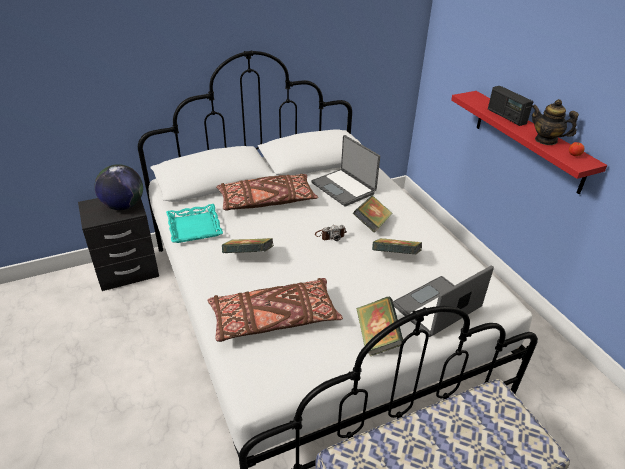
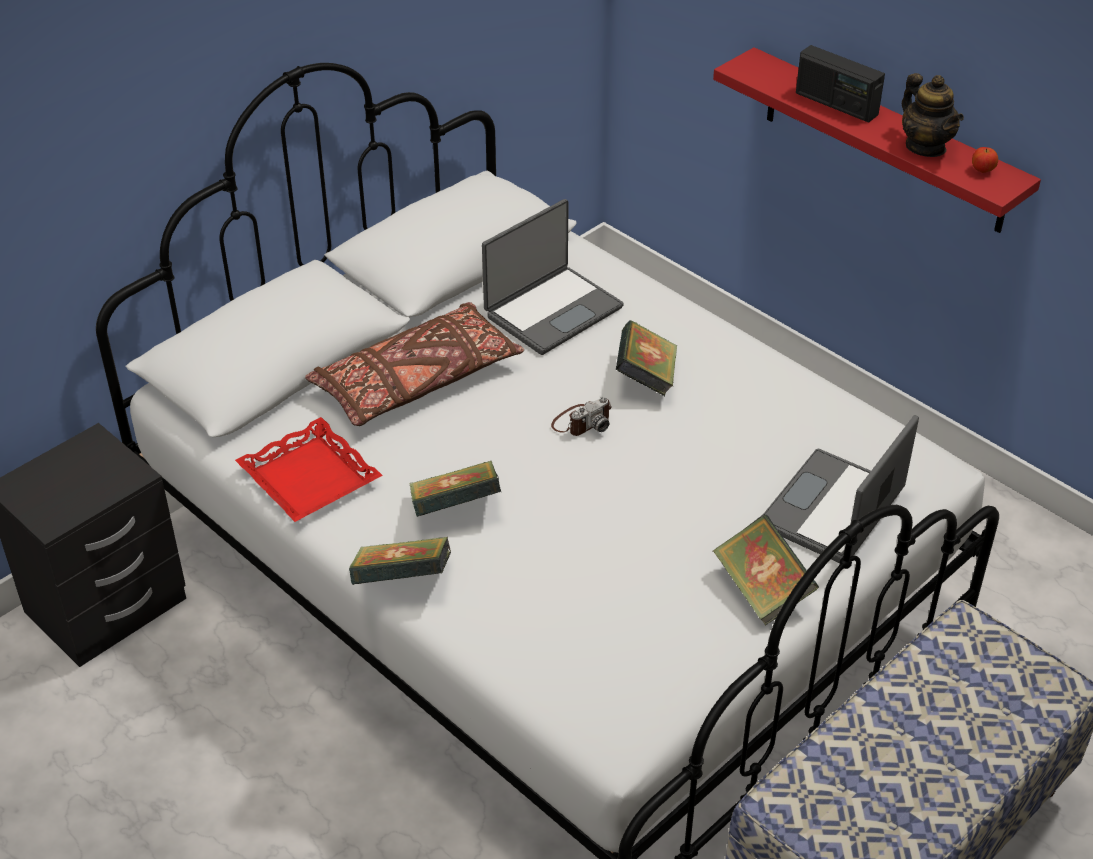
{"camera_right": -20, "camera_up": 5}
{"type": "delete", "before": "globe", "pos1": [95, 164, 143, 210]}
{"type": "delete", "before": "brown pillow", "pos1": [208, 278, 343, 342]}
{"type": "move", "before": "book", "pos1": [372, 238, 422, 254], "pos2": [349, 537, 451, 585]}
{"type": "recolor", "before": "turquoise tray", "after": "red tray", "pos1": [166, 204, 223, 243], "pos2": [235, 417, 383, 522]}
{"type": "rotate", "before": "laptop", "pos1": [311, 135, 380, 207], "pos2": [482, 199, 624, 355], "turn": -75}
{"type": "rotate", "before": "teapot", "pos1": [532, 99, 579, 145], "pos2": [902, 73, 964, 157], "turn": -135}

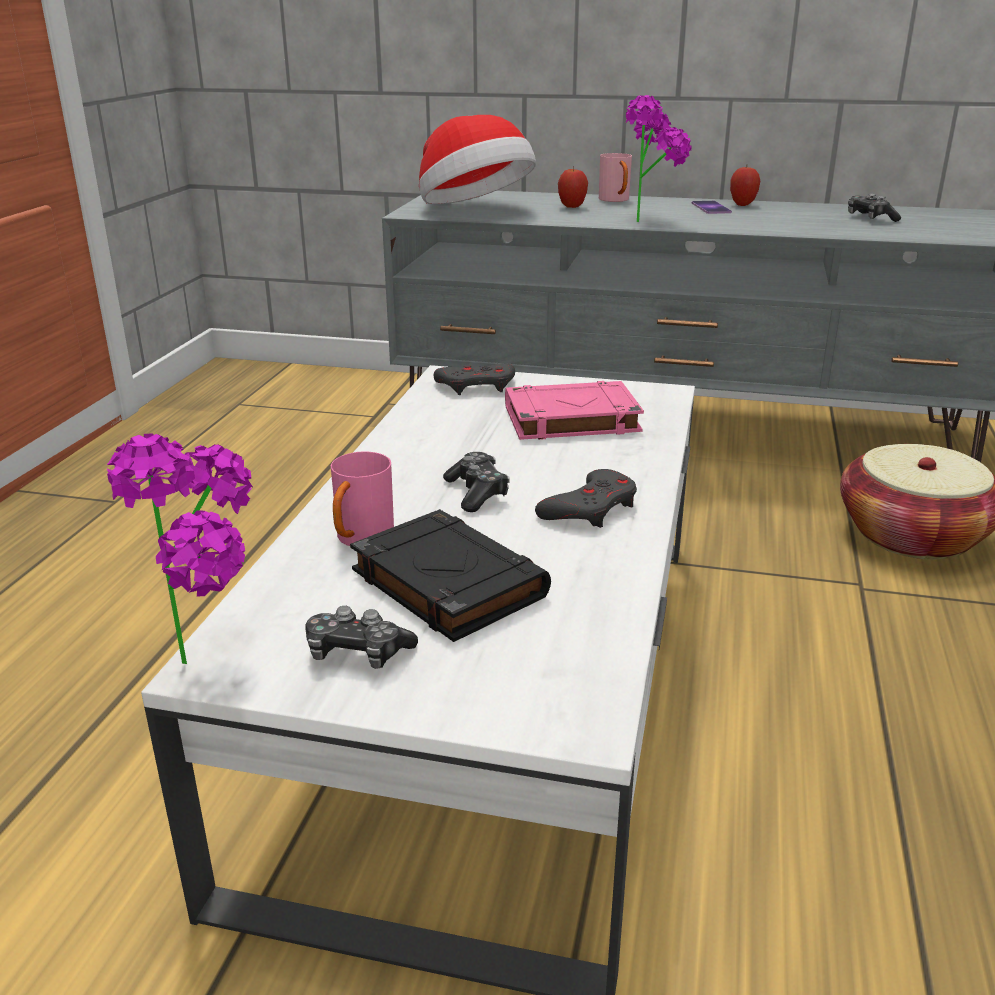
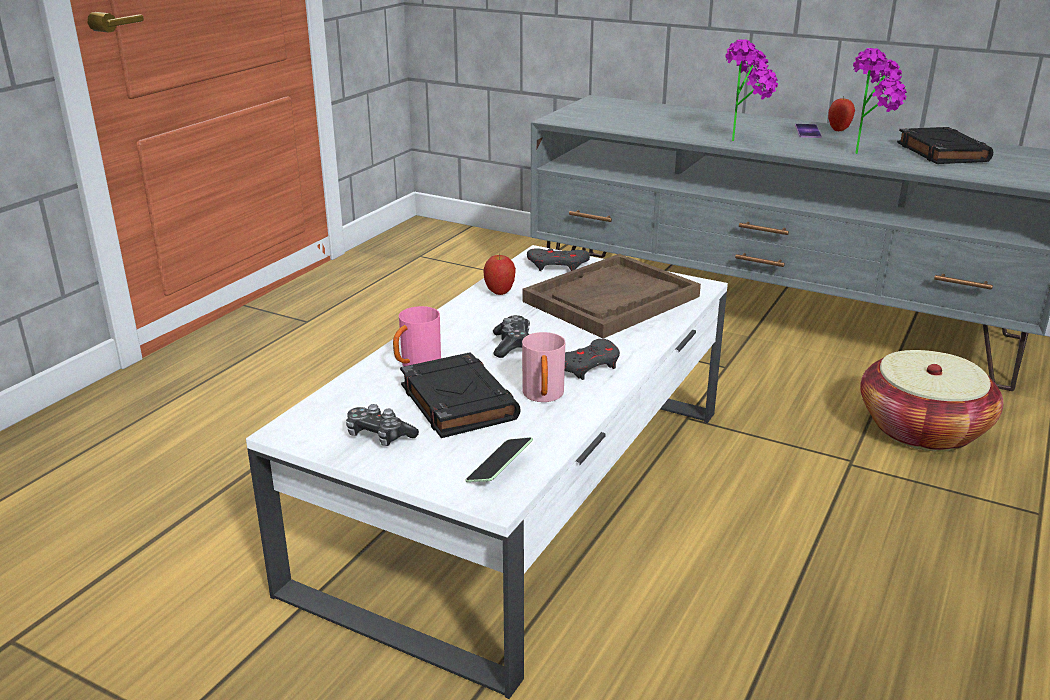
{"camera_right": 15, "camera_up": 0}
{"type": "delete", "before": "hat", "pos1": [419, 115, 536, 204]}
{"type": "insert", "after": "phone", "pos2": [466, 437, 533, 483]}
{"type": "move", "before": "potted plant", "pos1": [107, 433, 253, 664], "pos2": [853, 48, 907, 154]}
{"type": "move", "before": "apple", "pos1": [558, 166, 588, 208], "pos2": [483, 253, 516, 295]}
{"type": "move", "before": "pink mug", "pos1": [599, 153, 632, 202], "pos2": [522, 332, 565, 402]}
{"type": "replace", "before": "pink book", "after": "brown tray", "pos1": [505, 381, 644, 440], "pos2": [523, 254, 701, 339]}
{"type": "replace", "before": "game controller", "after": "black book", "pos1": [848, 194, 901, 222], "pos2": [897, 127, 993, 164]}

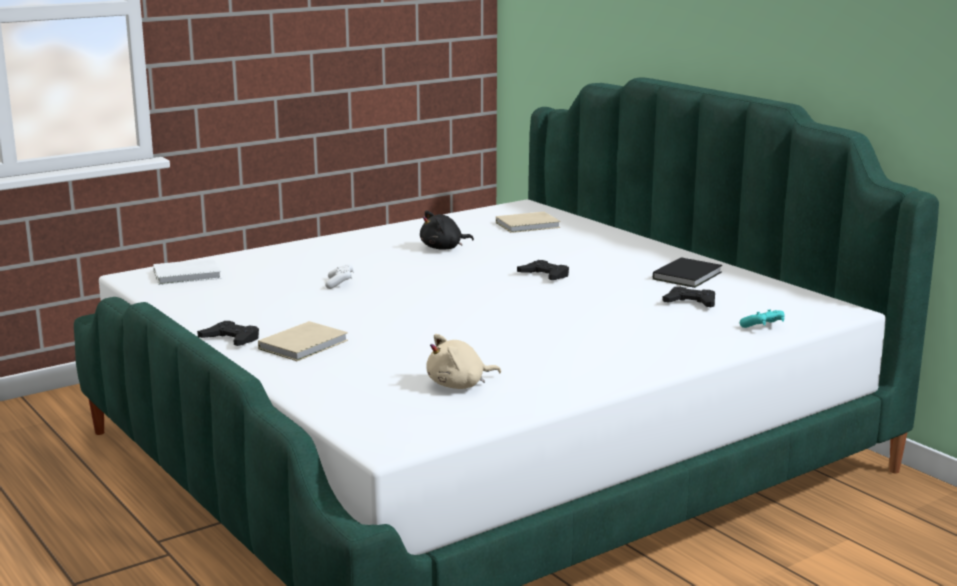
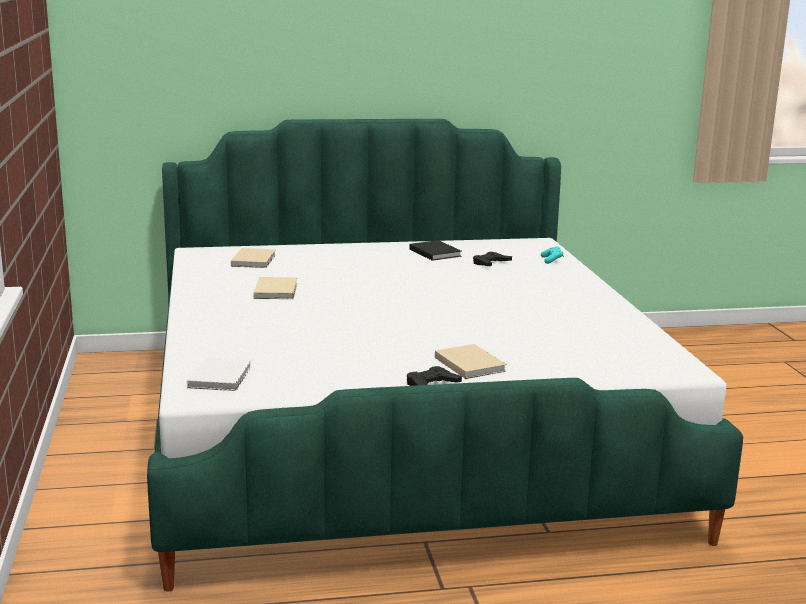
{"camera_right": -65, "camera_up": 0}
{"type": "delete", "before": "white game controller", "pos1": [325, 264, 354, 289]}
{"type": "delete", "before": "beige plush toy", "pos1": [427, 334, 501, 389]}
{"type": "delete", "before": "black game controller", "pos1": [517, 260, 569, 280]}
{"type": "replace", "before": "black plush toy", "after": "beige book", "pos1": [420, 210, 474, 250], "pos2": [254, 277, 297, 299]}

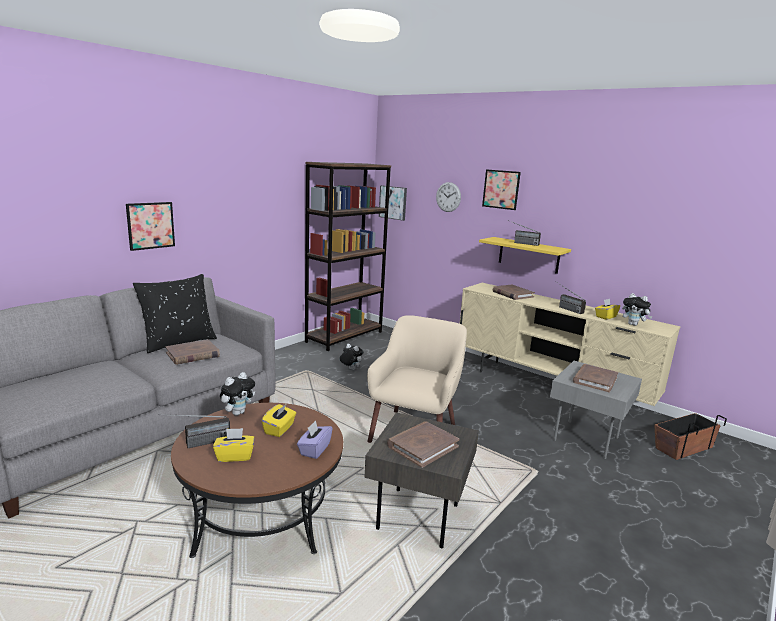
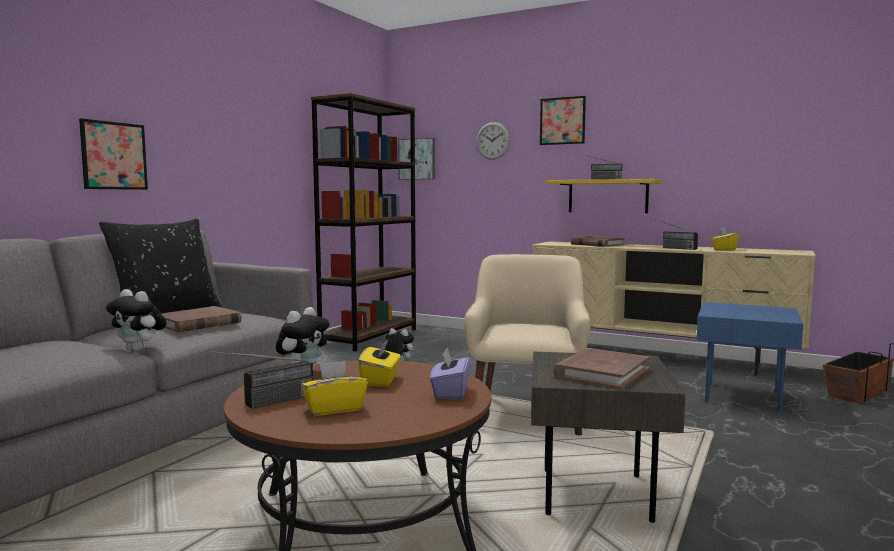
{"camera_right": -10, "camera_up": -10}
{"type": "delete", "before": "brown book", "pos1": [573, 364, 618, 393]}
{"type": "move", "before": "plush toy", "pos1": [622, 293, 653, 326], "pos2": [106, 289, 167, 352]}
{"type": "recolor", "before": "grey side table", "after": "blue side table", "pos1": [550, 361, 642, 459], "pos2": [696, 302, 803, 412]}

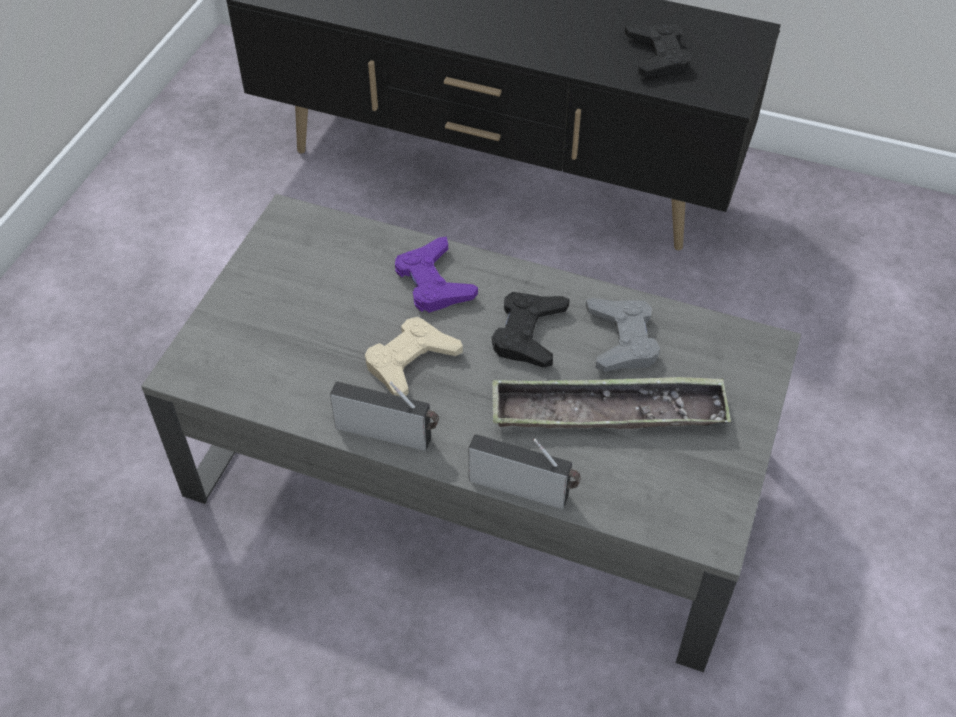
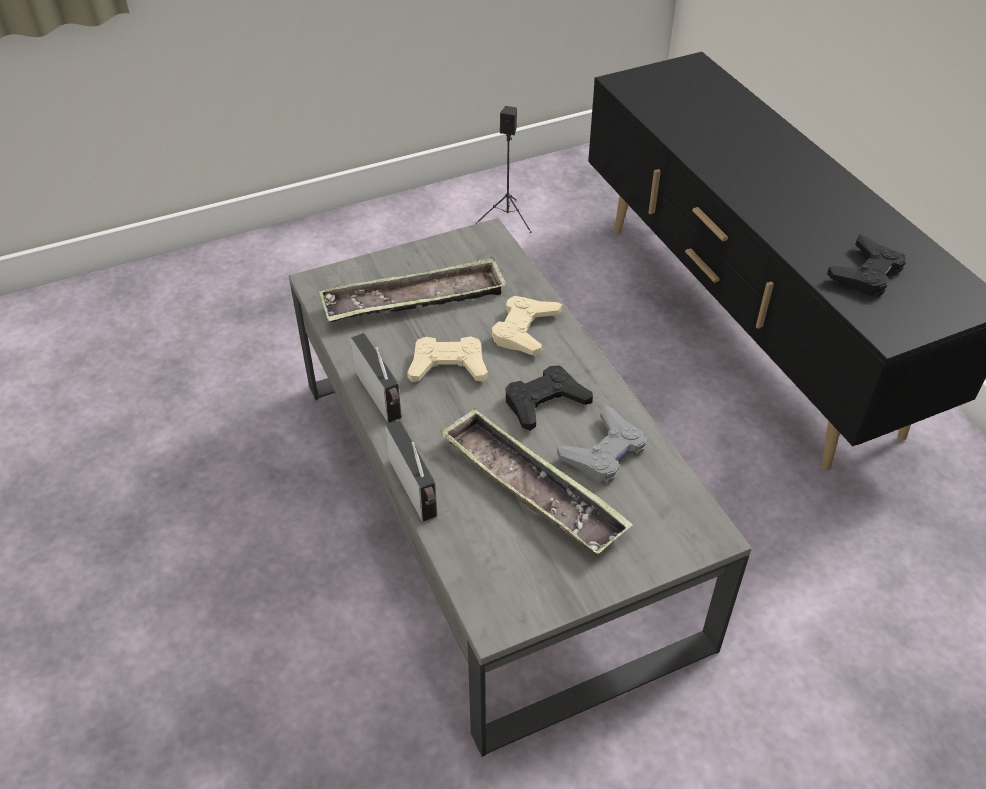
{"camera_right": 45, "camera_up": -5}
{"type": "insert", "after": "tray", "pos2": [319, 257, 507, 322]}
{"type": "insert", "after": "black speaker", "pos2": [475, 106, 532, 233]}
{"type": "recolor", "before": "purple game controller", "after": "beige game controller", "pos1": [395, 237, 478, 313], "pos2": [492, 296, 562, 355]}

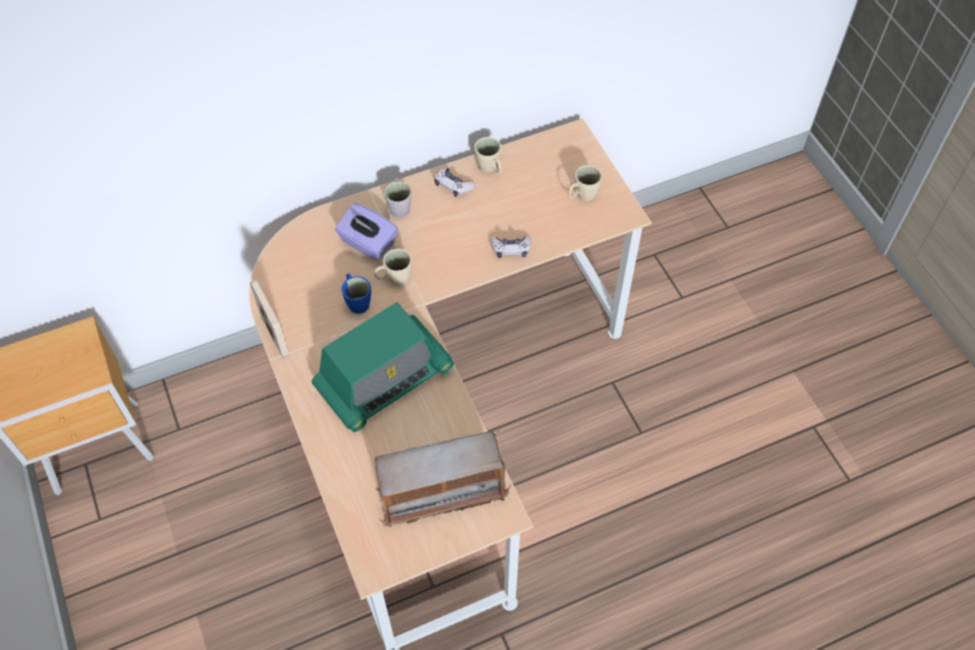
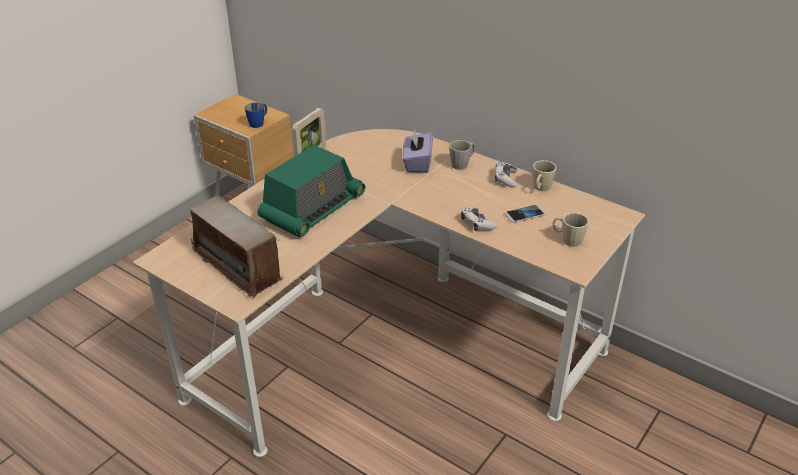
{"camera_right": 60, "camera_up": -20}
{"type": "delete", "before": "beige mug", "pos1": [374, 249, 412, 286]}
{"type": "insert", "after": "phone", "pos2": [505, 204, 545, 223]}
{"type": "move", "before": "blue mug", "pos1": [341, 274, 371, 314], "pos2": [245, 103, 267, 128]}
{"type": "rotate", "before": "radio", "pos1": [312, 302, 454, 432], "pos2": [258, 145, 365, 237], "turn": -75}

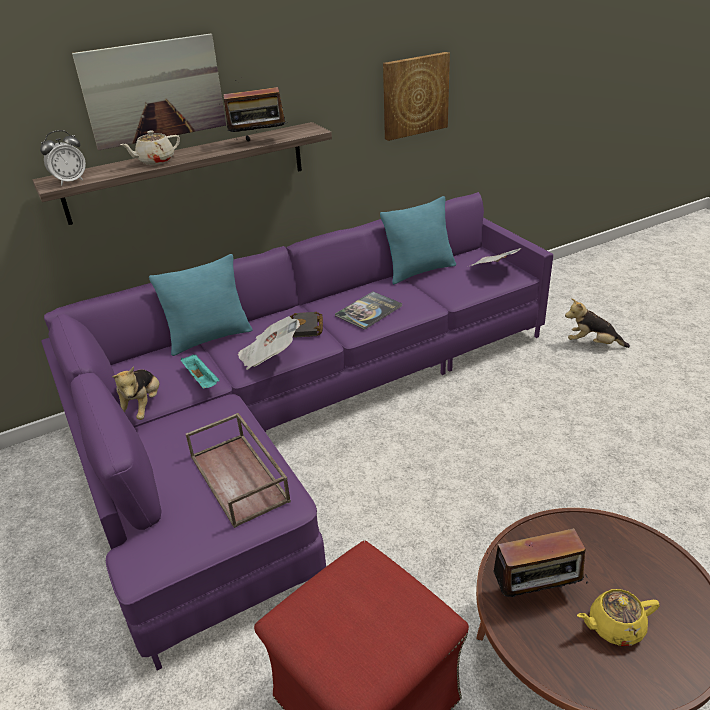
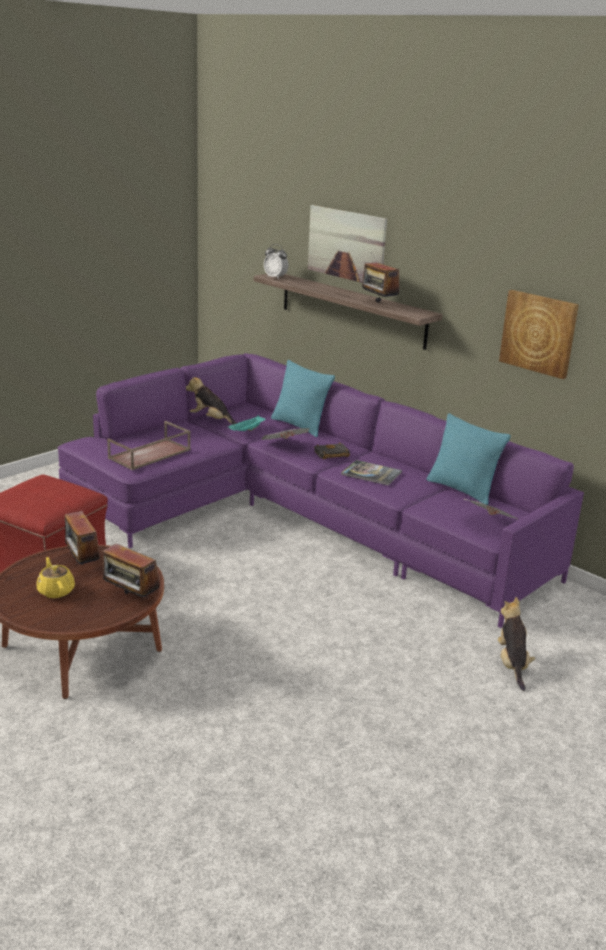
{"camera_right": 70, "camera_up": -10}
{"type": "delete", "before": "beige teapot", "pos1": [120, 131, 180, 165]}
{"type": "insert", "after": "radio", "pos2": [103, 544, 160, 599]}
{"type": "rotate", "before": "plush toy", "pos1": [112, 366, 159, 420], "pos2": [186, 377, 237, 424], "turn": 45}

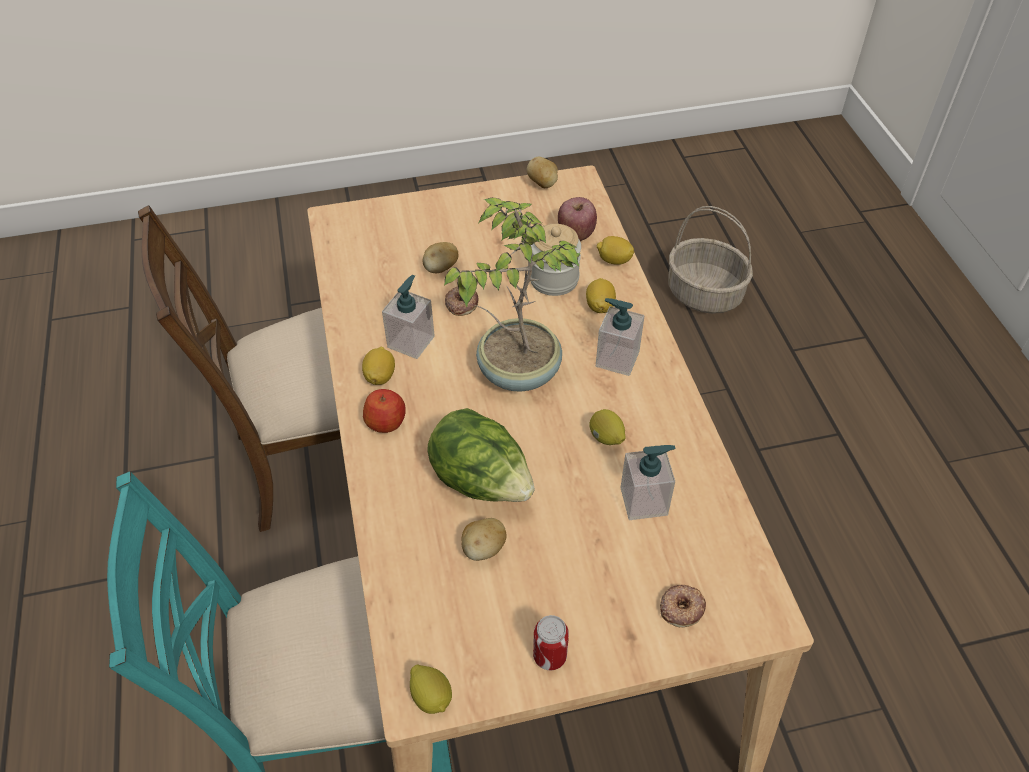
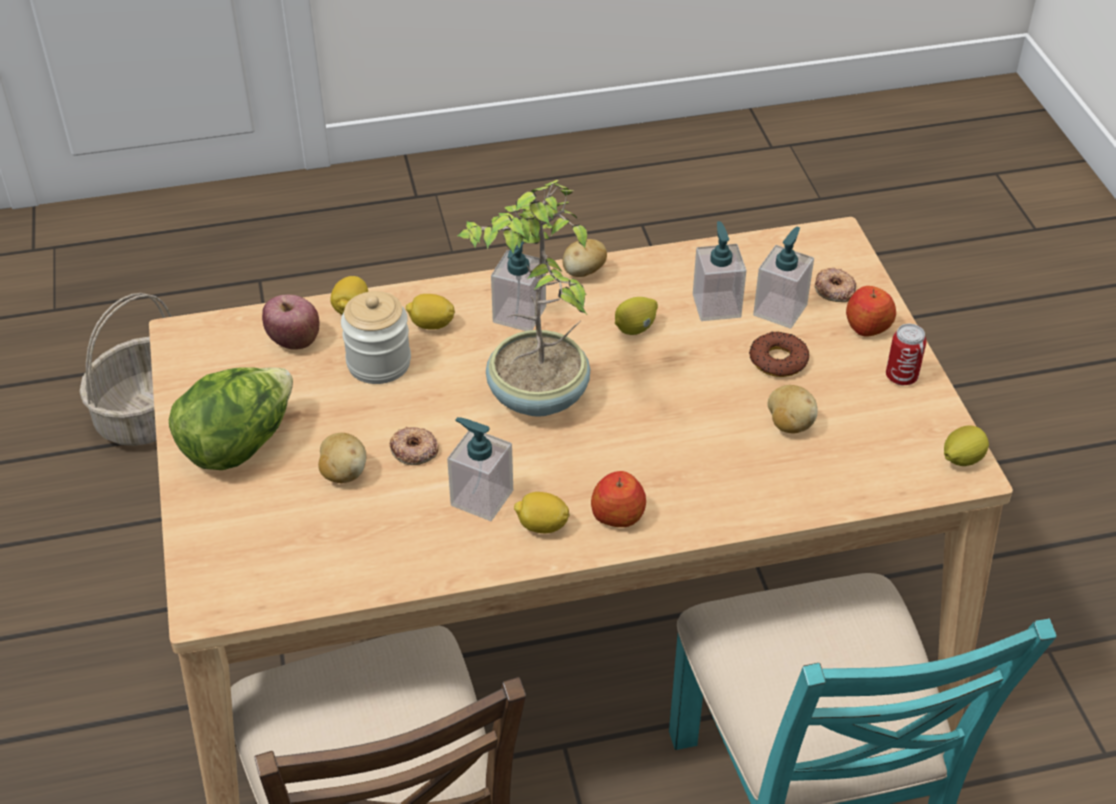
{"camera_right": -90, "camera_up": -5}
{"type": "insert", "after": "donut", "pos2": [749, 331, 809, 377]}
{"type": "insert", "after": "soap dispenser", "pos2": [753, 227, 814, 329]}
{"type": "insert", "after": "apple", "pos2": [846, 286, 896, 337]}
{"type": "move", "before": "lettuce", "pos1": [427, 408, 535, 502], "pos2": [169, 367, 293, 470]}
{"type": "move", "before": "potato", "pos1": [527, 157, 558, 188], "pos2": [562, 239, 607, 277]}

